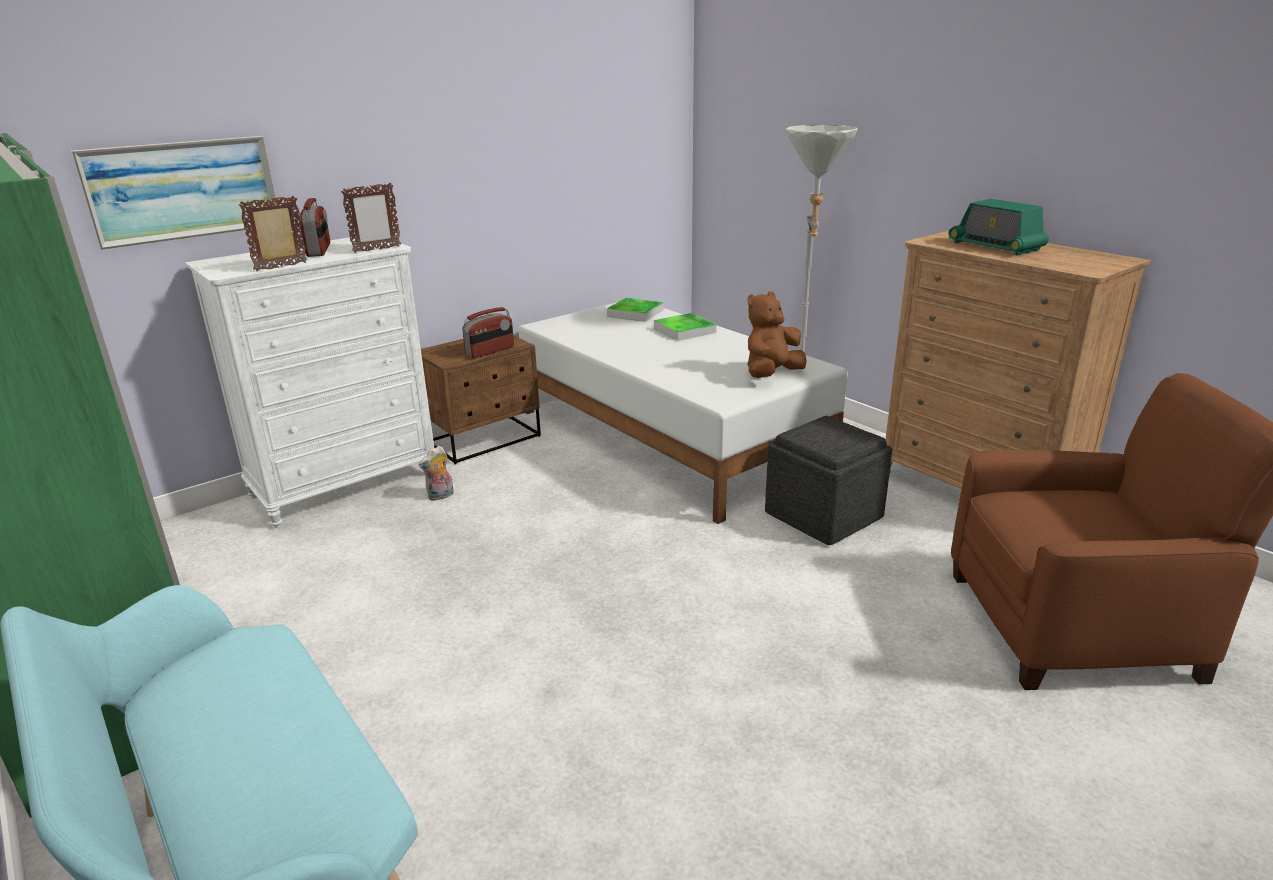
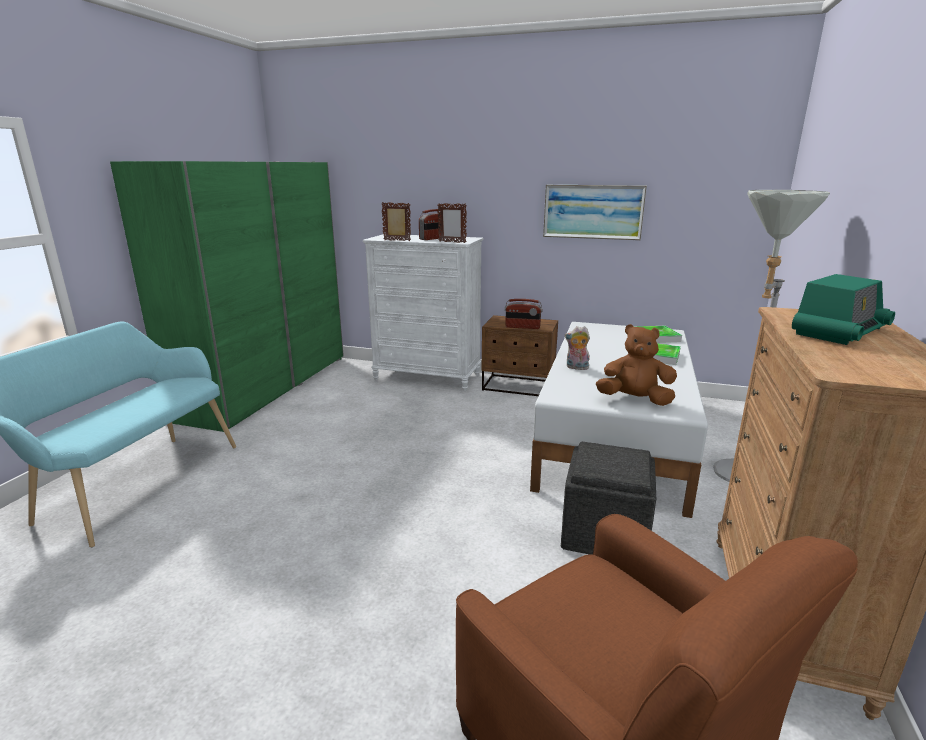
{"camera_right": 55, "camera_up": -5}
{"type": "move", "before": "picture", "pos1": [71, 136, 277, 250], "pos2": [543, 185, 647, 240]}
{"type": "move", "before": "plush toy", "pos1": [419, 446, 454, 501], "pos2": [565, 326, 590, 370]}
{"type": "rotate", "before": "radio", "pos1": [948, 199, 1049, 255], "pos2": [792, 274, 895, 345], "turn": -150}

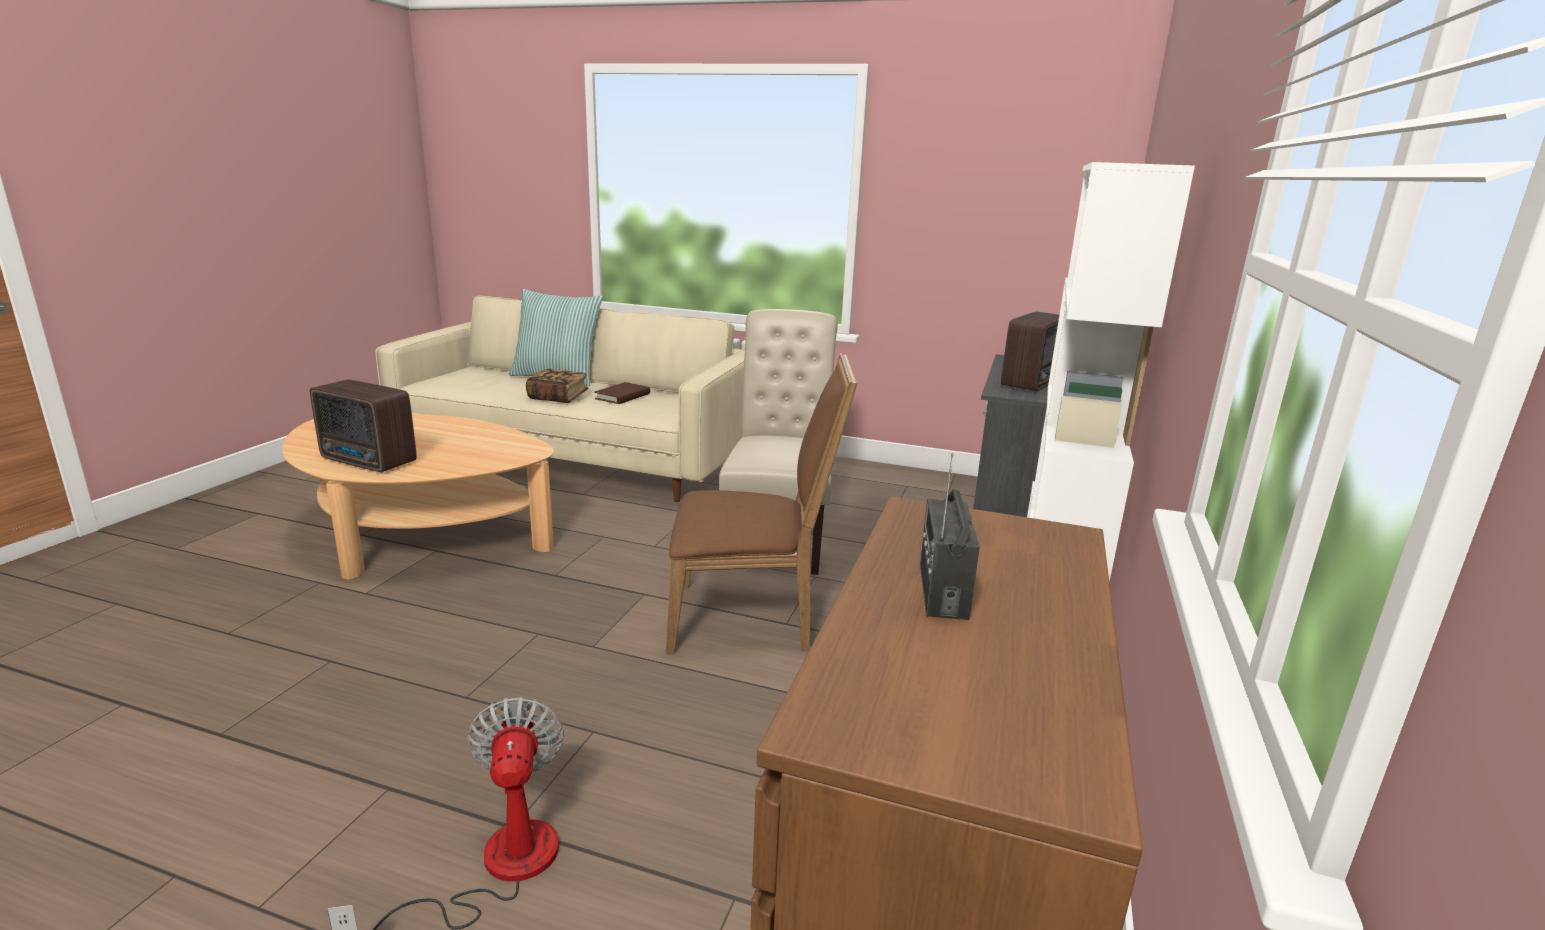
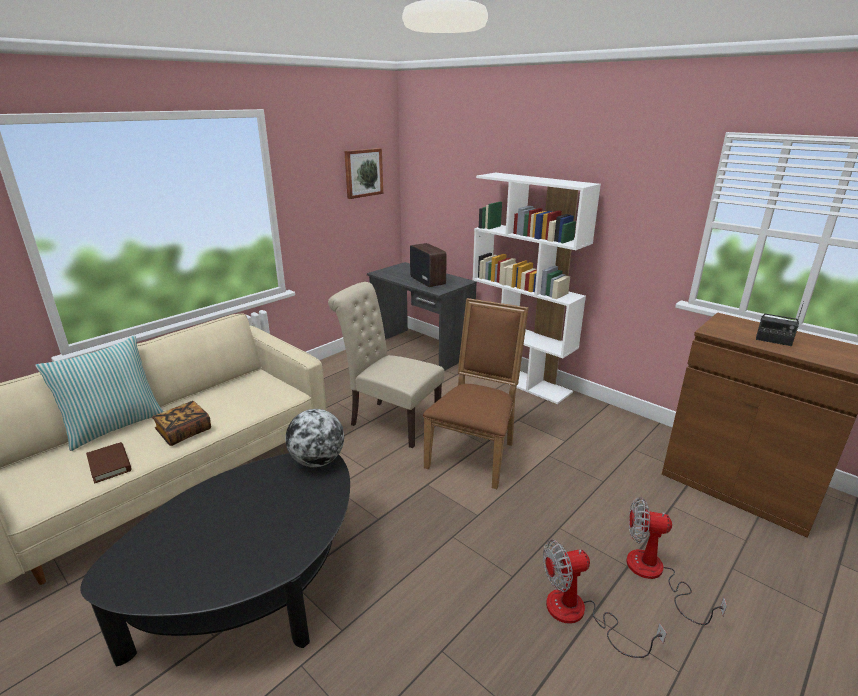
{"camera_right": -65, "camera_up": 5}
{"type": "delete", "before": "radio", "pos1": [310, 380, 417, 472]}
{"type": "insert", "after": "globe", "pos2": [285, 409, 344, 467]}
{"type": "insert", "after": "picture", "pos2": [344, 148, 383, 199]}
{"type": "insert", "after": "fan", "pos2": [543, 540, 667, 658]}
{"type": "move", "before": "brown book", "pos1": [595, 382, 650, 404], "pos2": [86, 442, 131, 484]}
{"type": "recolor", "before": "beige coffee table", "after": "black coffee table", "pos1": [282, 414, 554, 580], "pos2": [80, 453, 350, 666]}

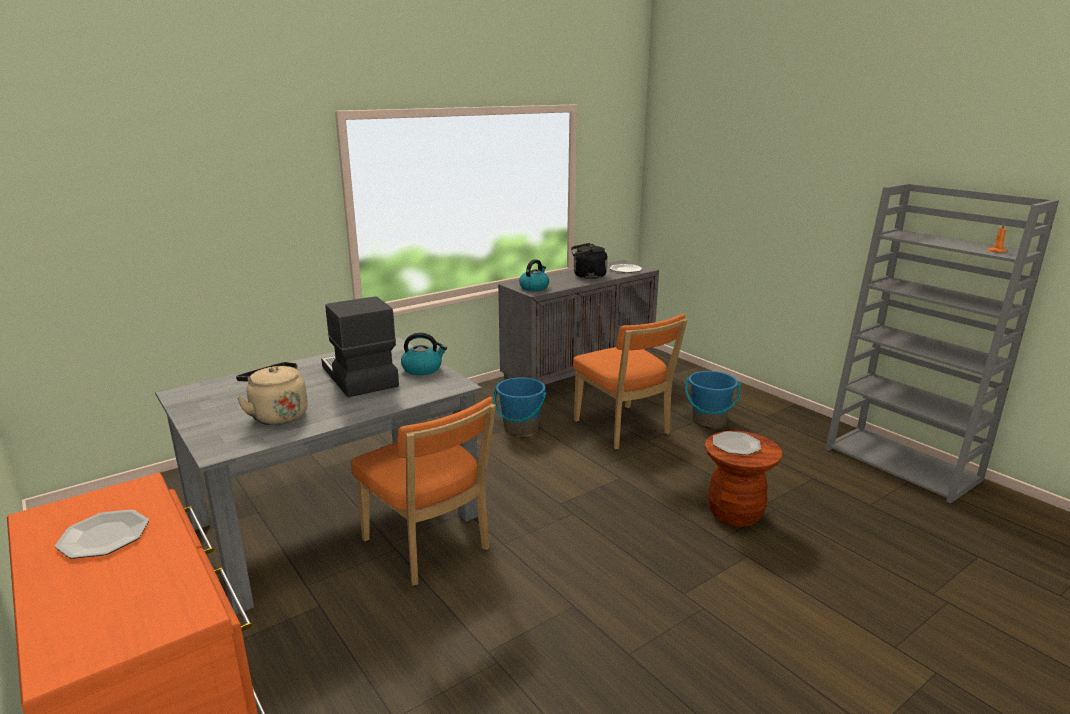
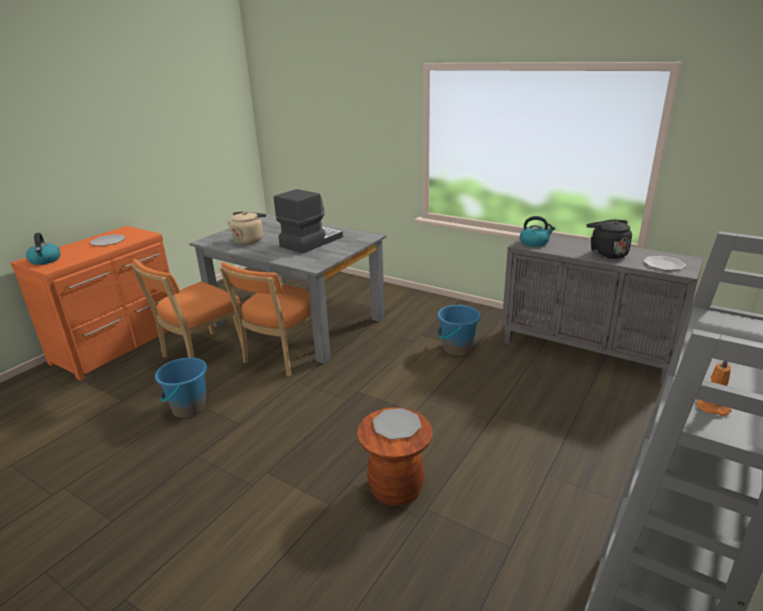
{"camera_right": 70, "camera_up": 5}
{"type": "move", "before": "kettle", "pos1": [401, 333, 447, 375], "pos2": [26, 233, 60, 265]}
{"type": "move", "before": "orange chair", "pos1": [573, 314, 687, 449], "pos2": [130, 259, 242, 358]}
{"type": "move", "before": "blue bucket", "pos1": [685, 371, 741, 427], "pos2": [155, 357, 207, 418]}

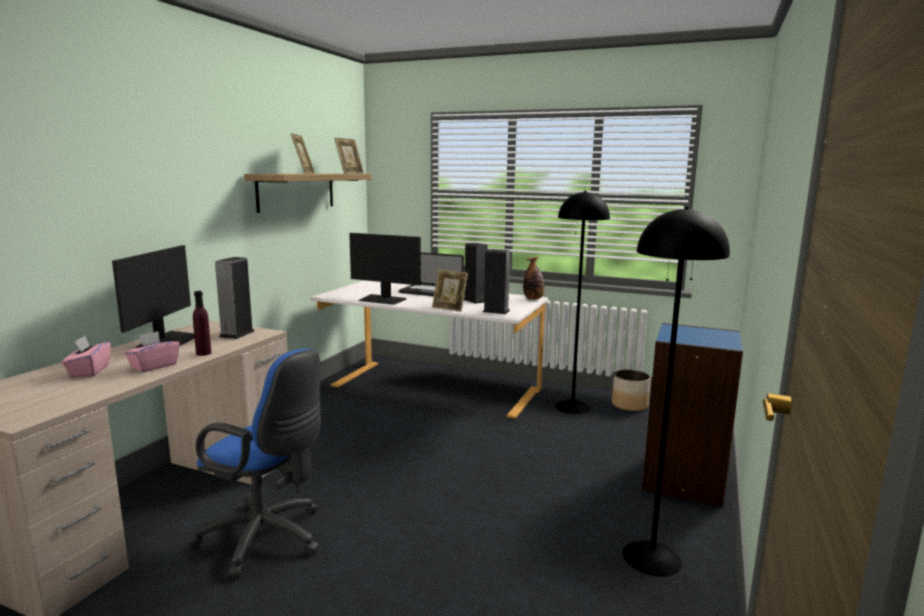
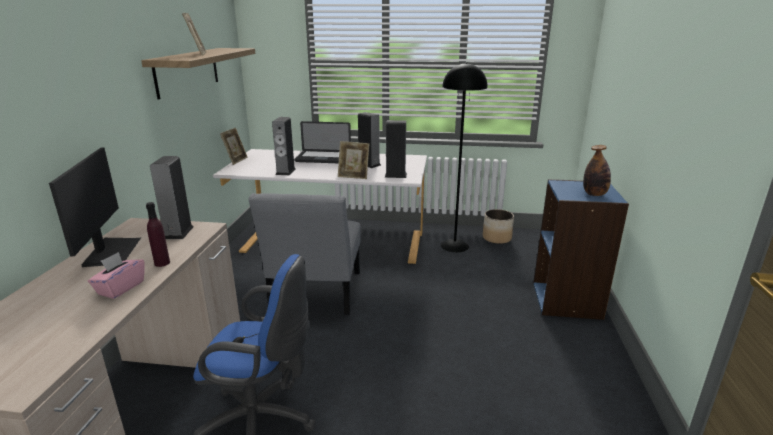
{"camera_right": -15, "camera_up": 10}
{"type": "delete", "before": "pink tissue box", "pos1": [62, 336, 111, 377]}
{"type": "delete", "before": "black floor lamp", "pos1": [623, 207, 730, 577]}
{"type": "insert", "after": "grey chair", "pos2": [248, 193, 361, 315]}
{"type": "move", "before": "picture frame", "pos1": [334, 137, 364, 174], "pos2": [220, 127, 247, 165]}
{"type": "move", "before": "bottle", "pos1": [523, 257, 545, 300], "pos2": [583, 145, 611, 196]}
{"type": "replace", "before": "monitor", "after": "speaker", "pos1": [349, 233, 421, 305], "pos2": [272, 117, 295, 175]}

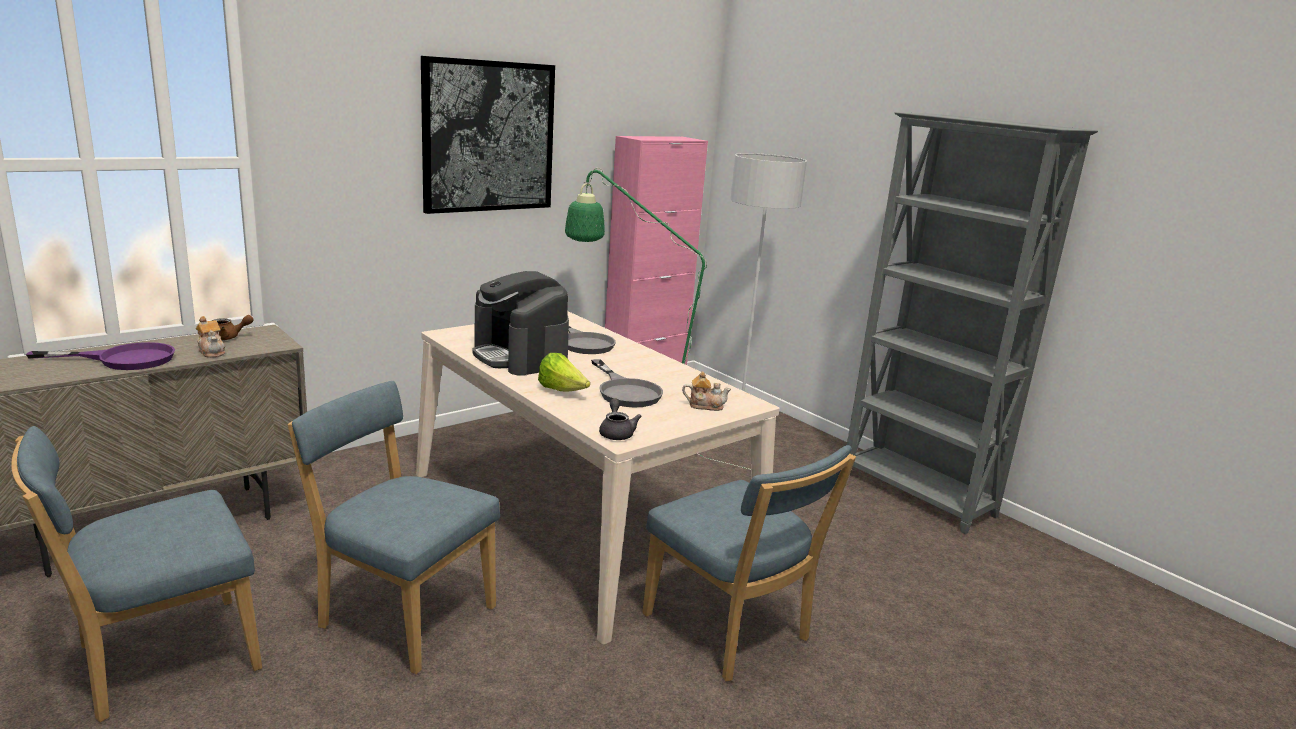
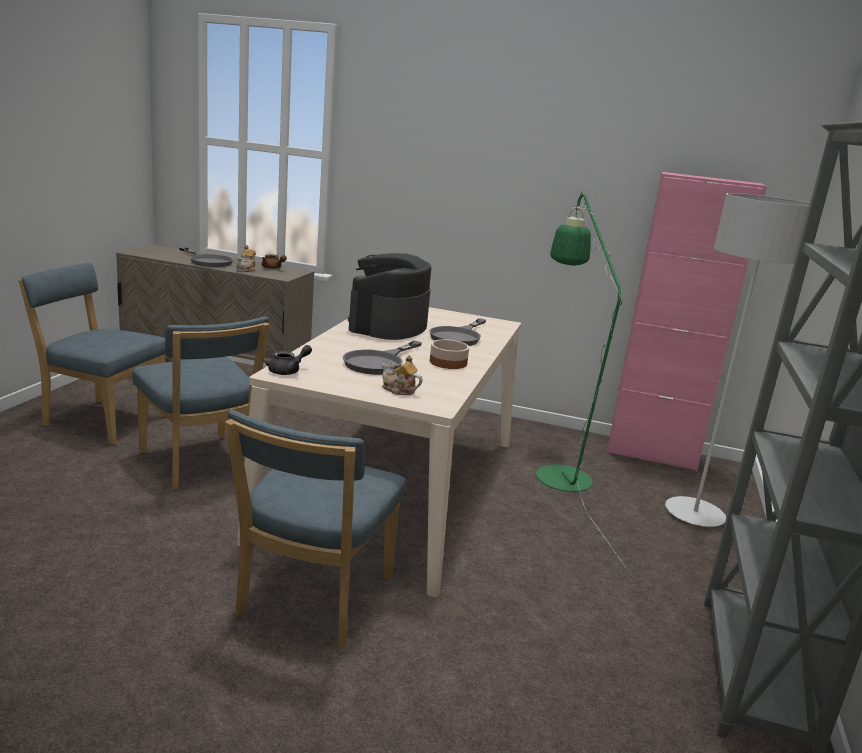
{"camera_right": 55, "camera_up": 0}
{"type": "delete", "before": "picture", "pos1": [421, 56, 555, 214]}
{"type": "delete", "before": "lettuce", "pos1": [538, 353, 590, 392]}
{"type": "insert", "after": "bowl", "pos2": [430, 339, 469, 369]}
{"type": "recolor", "before": "purple frying pan", "after": "grey frying pan", "pos1": [26, 342, 175, 370], "pos2": [179, 247, 233, 267]}
{"type": "rotate", "before": "blue chair", "pos1": [288, 381, 500, 674], "pos2": [133, 317, 270, 490], "turn": 150}
{"type": "rotate", "before": "teapot", "pos1": [682, 371, 731, 411], "pos2": [382, 355, 423, 395], "turn": 150}

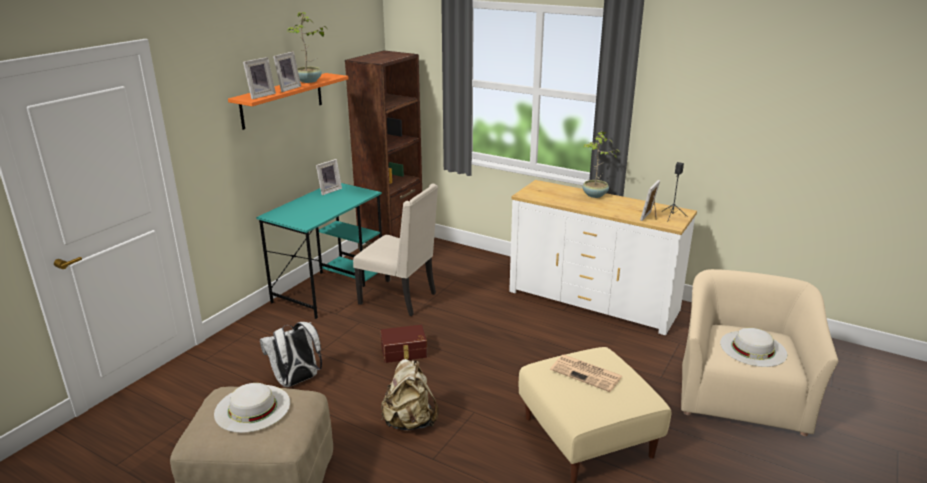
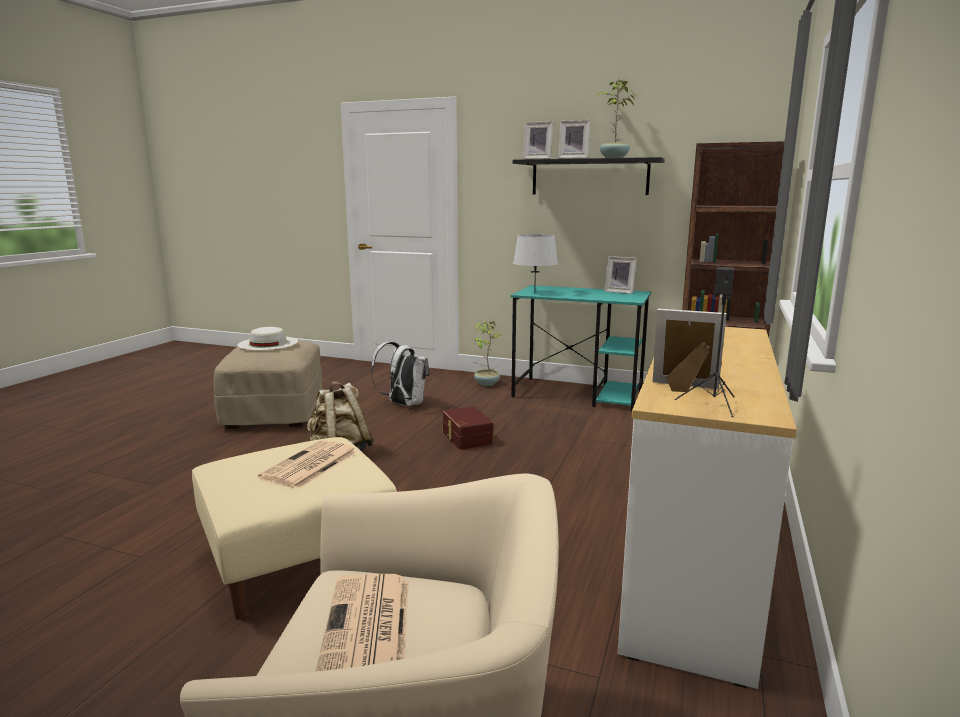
{"camera_right": 80, "camera_up": -10}
{"type": "delete", "before": "beige chair", "pos1": [353, 184, 438, 316]}
{"type": "insert", "after": "grey table lamp", "pos2": [513, 234, 558, 293]}
{"type": "move", "before": "potted plant", "pos1": [582, 131, 620, 198], "pos2": [474, 321, 501, 386]}
{"type": "replace", "before": "white hat", "after": "newspaper", "pos1": [720, 328, 787, 367], "pos2": [315, 574, 409, 672]}
{"type": "recolor", "before": "orange shelf", "after": "black shelf", "pos1": [228, 73, 348, 130], "pos2": [513, 157, 665, 195]}

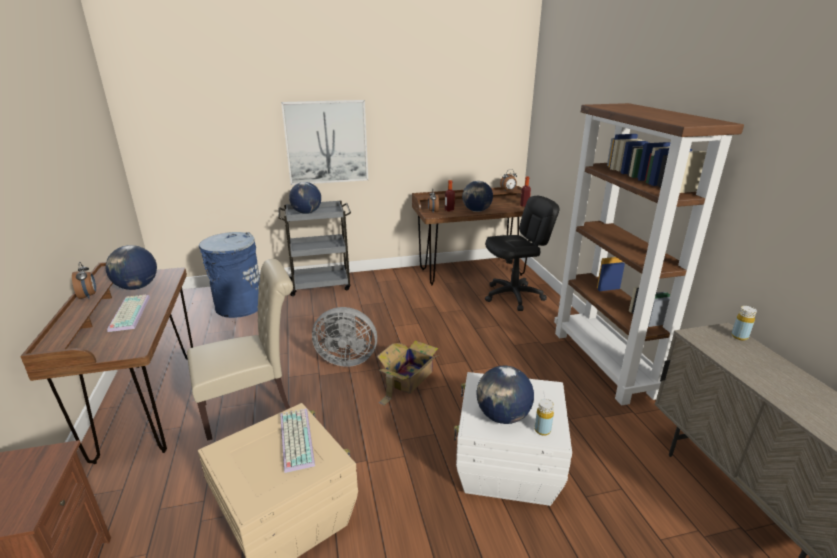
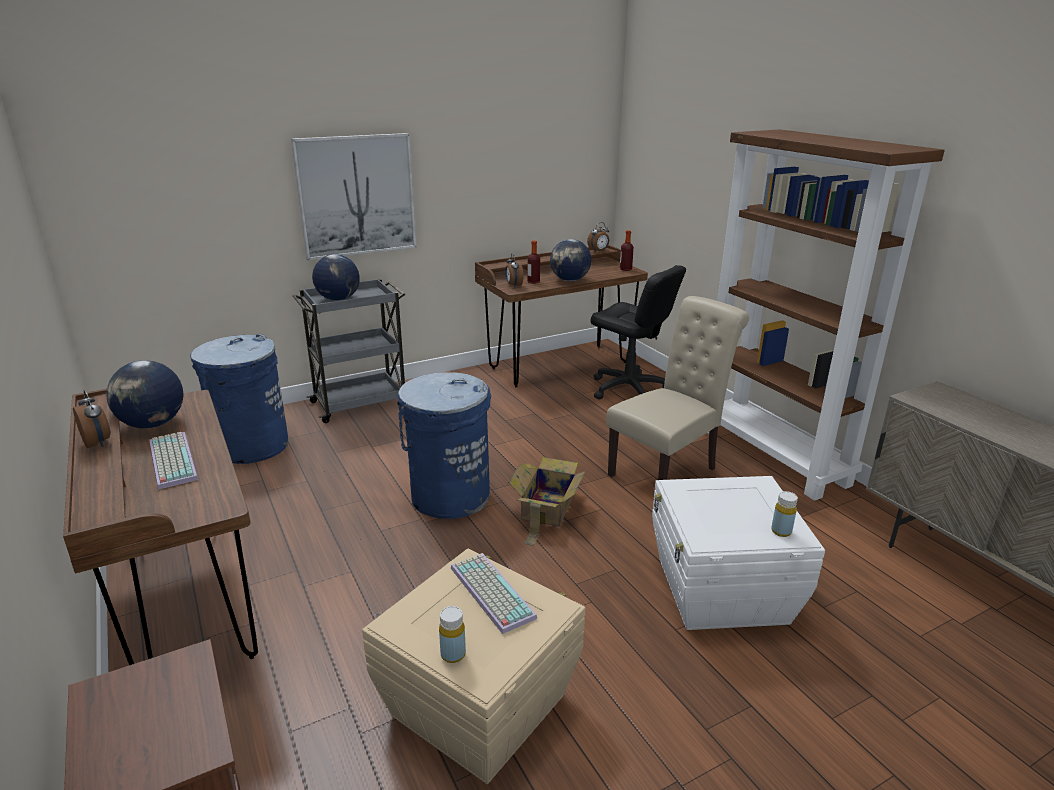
{"camera_right": -15, "camera_up": 0}
{"type": "delete", "before": "globe", "pos1": [476, 366, 534, 424]}
{"type": "move", "before": "beige chair", "pos1": [187, 259, 293, 441], "pos2": [606, 296, 749, 480]}
{"type": "move", "before": "yellow bottle", "pos1": [731, 306, 757, 340], "pos2": [439, 606, 466, 663]}
{"type": "replace", "before": "grey fan", "after": "blue trash can", "pos1": [312, 307, 377, 367], "pos2": [398, 372, 491, 519]}
{"type": "rotate", "before": "black office chair", "pos1": [485, 196, 559, 311], "pos2": [591, 265, 686, 400], "turn": 75}

